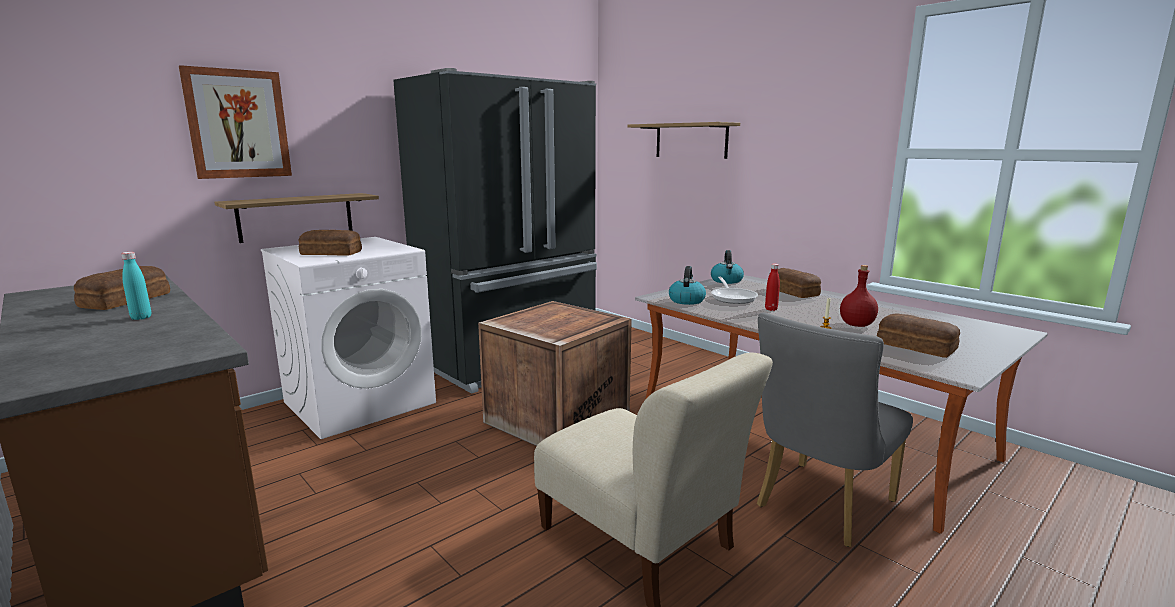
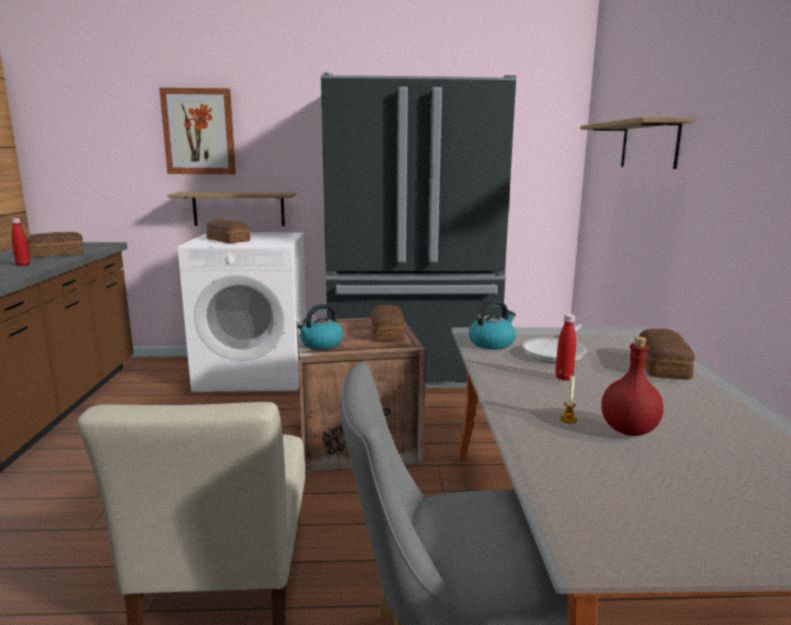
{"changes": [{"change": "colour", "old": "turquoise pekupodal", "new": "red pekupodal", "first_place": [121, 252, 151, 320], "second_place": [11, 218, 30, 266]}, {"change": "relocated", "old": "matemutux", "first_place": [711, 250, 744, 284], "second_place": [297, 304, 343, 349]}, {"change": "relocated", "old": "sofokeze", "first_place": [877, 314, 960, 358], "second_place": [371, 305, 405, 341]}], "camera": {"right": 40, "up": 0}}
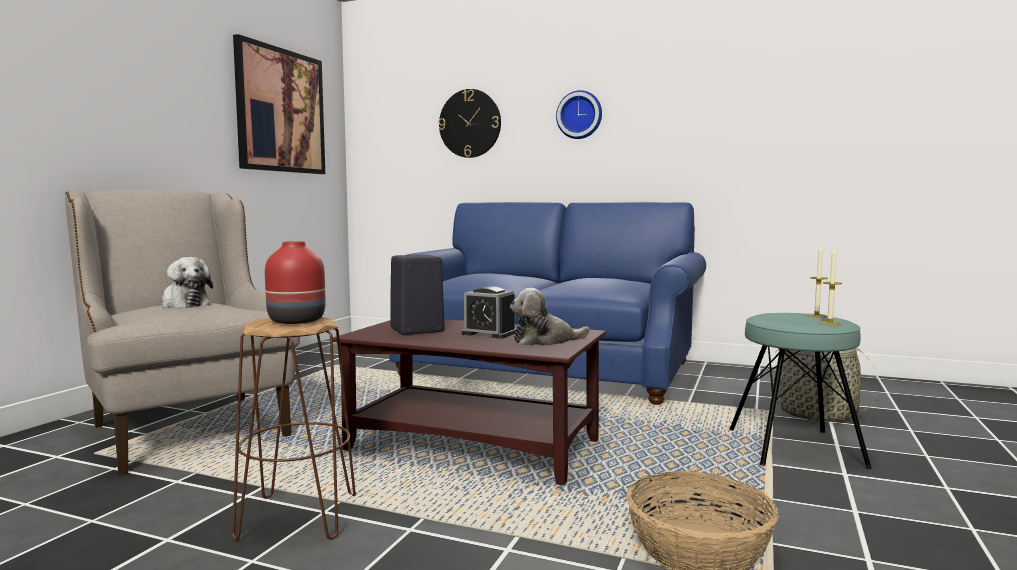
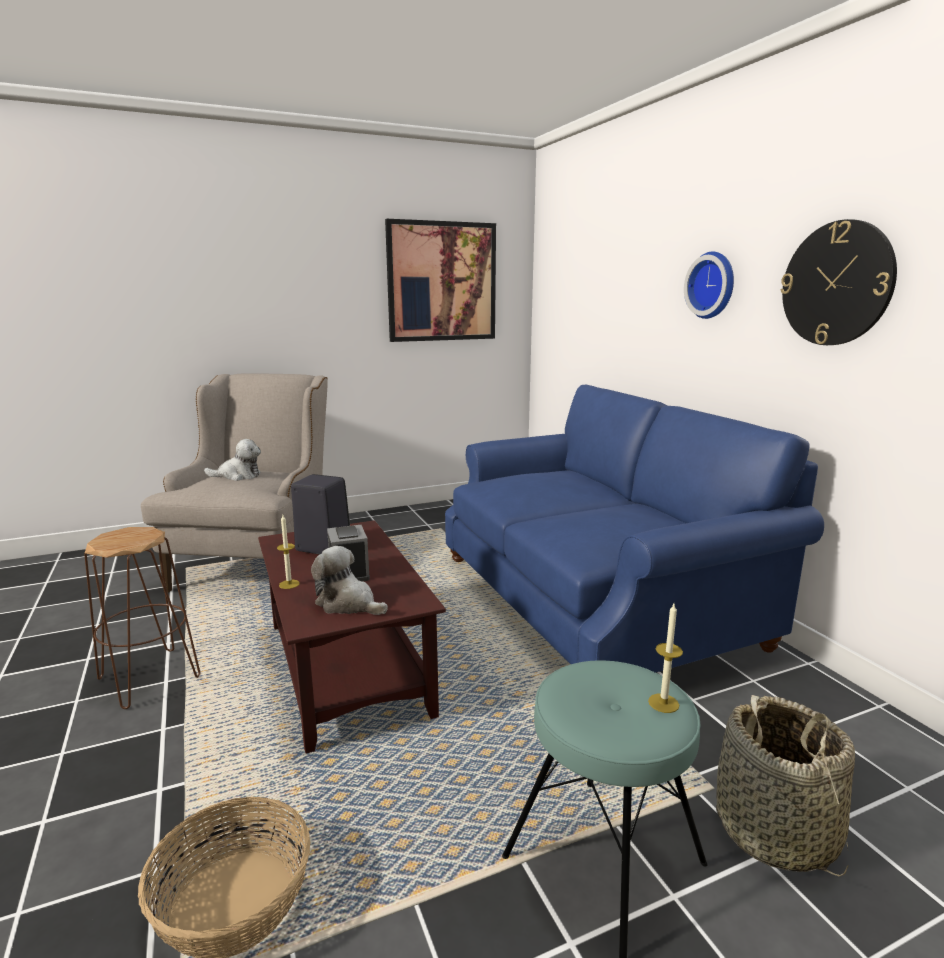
{"changes": [{"change": "spun", "old": "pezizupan", "first_place": [162, 257, 213, 308], "second_place": [204, 439, 261, 481], "degrees": -90}, {"change": "missing", "old": "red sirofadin", "first_place": [265, 241, 325, 324]}, {"change": "relocated", "old": "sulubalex", "first_place": [438, 89, 501, 158], "second_place": [780, 219, 897, 345]}, {"change": "relocated", "old": "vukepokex", "first_place": [819, 248, 842, 325], "second_place": [277, 515, 300, 589]}], "camera": {"right": 45, "up": 10}}
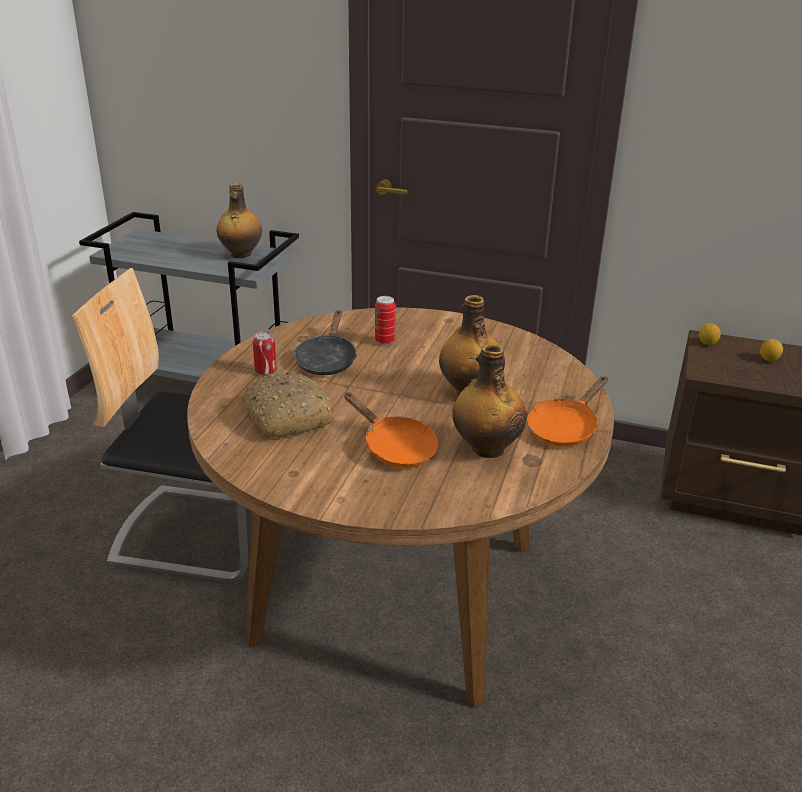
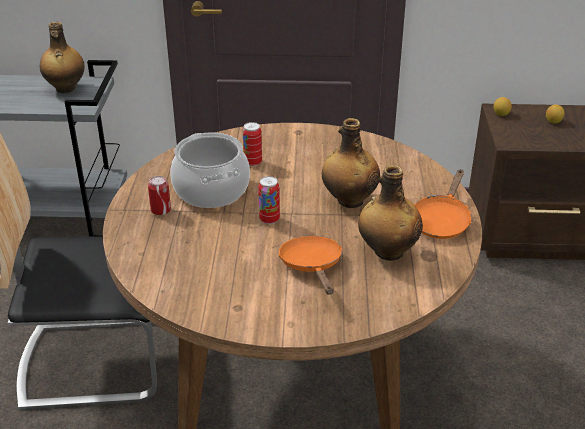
{"changes": [{"change": "missing", "old": "sofokeze", "first_place": [242, 372, 333, 438]}, {"change": "exchanged", "old": "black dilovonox", "new": "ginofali", "first_place": [294, 310, 357, 375], "second_place": [171, 132, 250, 208]}, {"change": "spun", "old": "orange dilovonox", "first_place": [344, 392, 438, 468], "second_place": [278, 236, 342, 295], "degrees": -135}, {"change": "appeared", "new": "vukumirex", "second_place": [258, 176, 280, 224]}], "camera": {"right": -15, "up": 5}}
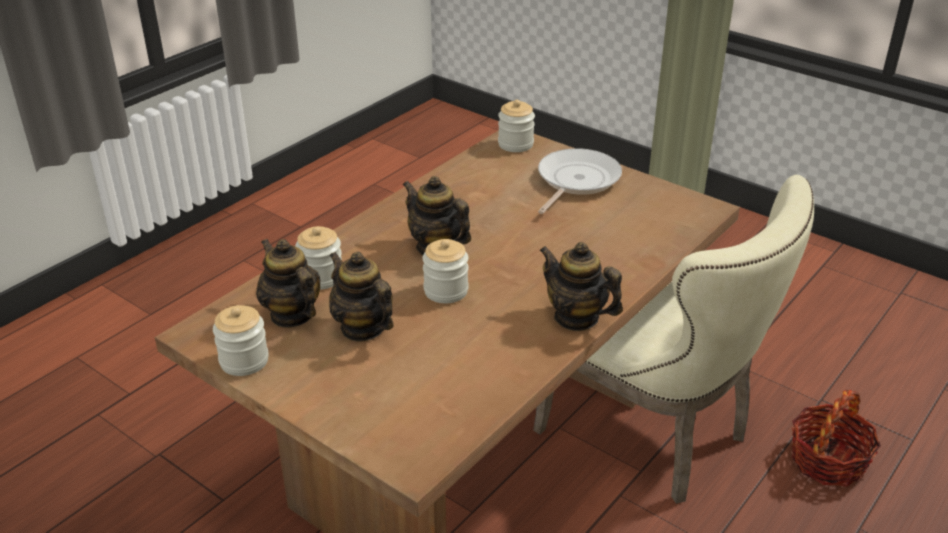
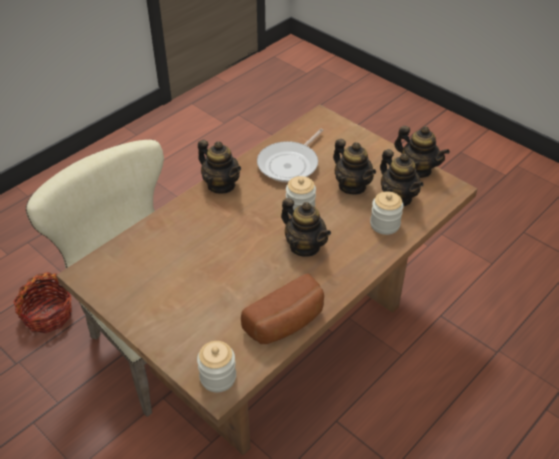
{"changes": [{"change": "exchanged", "old": "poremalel", "new": "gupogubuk", "first_place": [213, 305, 269, 376], "second_place": [394, 126, 450, 178]}, {"change": "relocated", "old": "dilovonox", "first_place": [538, 148, 622, 214], "second_place": [257, 129, 323, 183]}, {"change": "appeared", "new": "sofokeze", "second_place": [241, 274, 324, 344]}], "camera": {"right": -175, "up": 10}}
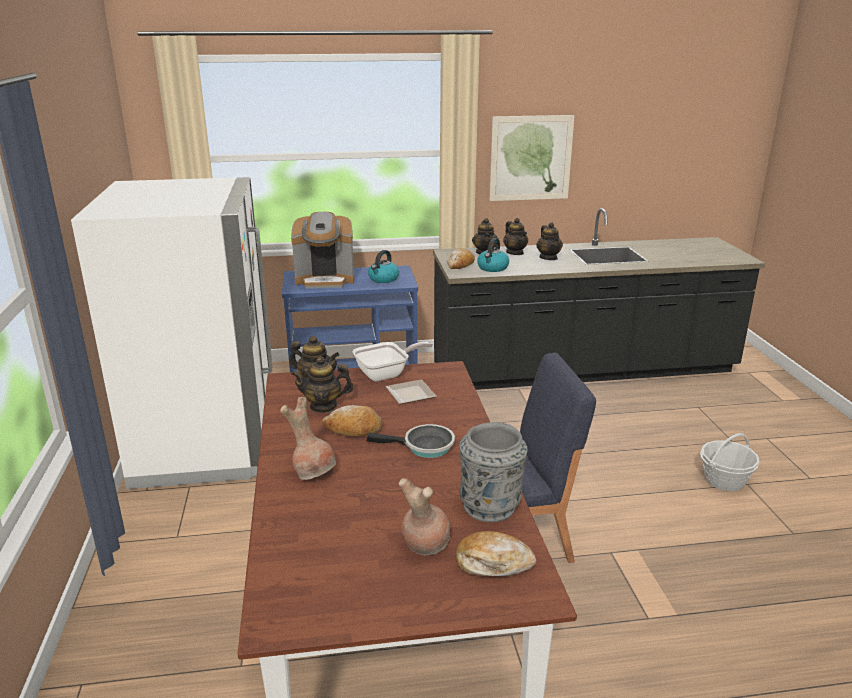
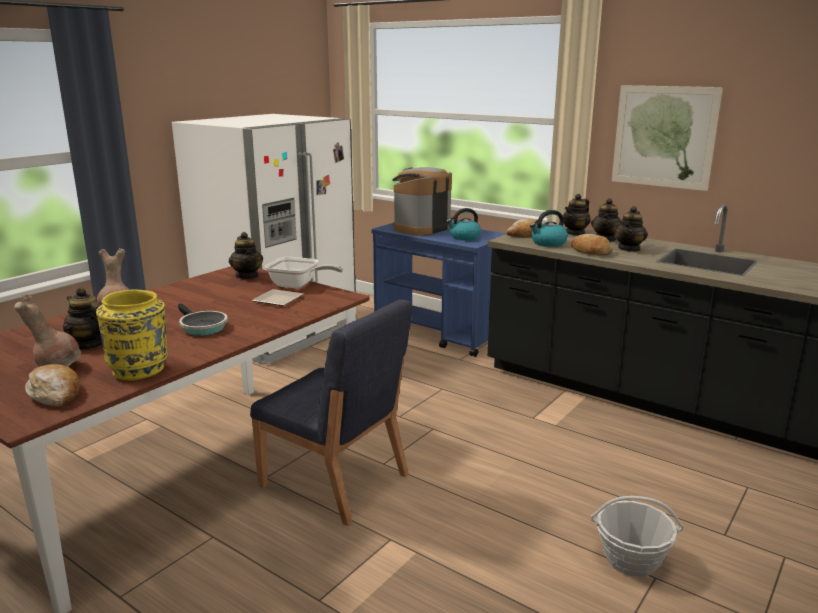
{"changes": [{"change": "spun", "old": "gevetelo", "first_place": [291, 212, 354, 289], "second_place": [392, 167, 452, 236], "degrees": 90}, {"change": "relocated", "old": "gupogubuk", "first_place": [291, 356, 354, 413], "second_place": [63, 287, 102, 350]}, {"change": "relocated", "old": "sofokeze", "first_place": [322, 405, 382, 437], "second_place": [571, 234, 613, 255]}, {"change": "colour", "old": "grey sirofadin", "new": "yellow sirofadin", "first_place": [459, 422, 528, 522], "second_place": [96, 289, 168, 381]}], "camera": {"right": 45, "up": -5}}
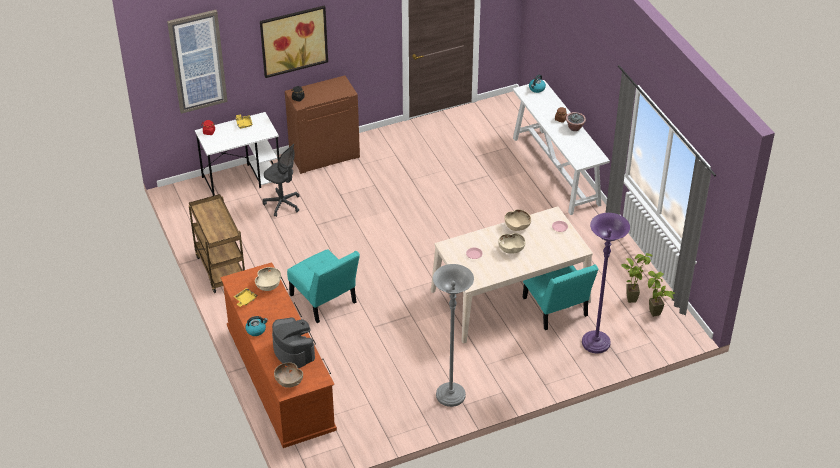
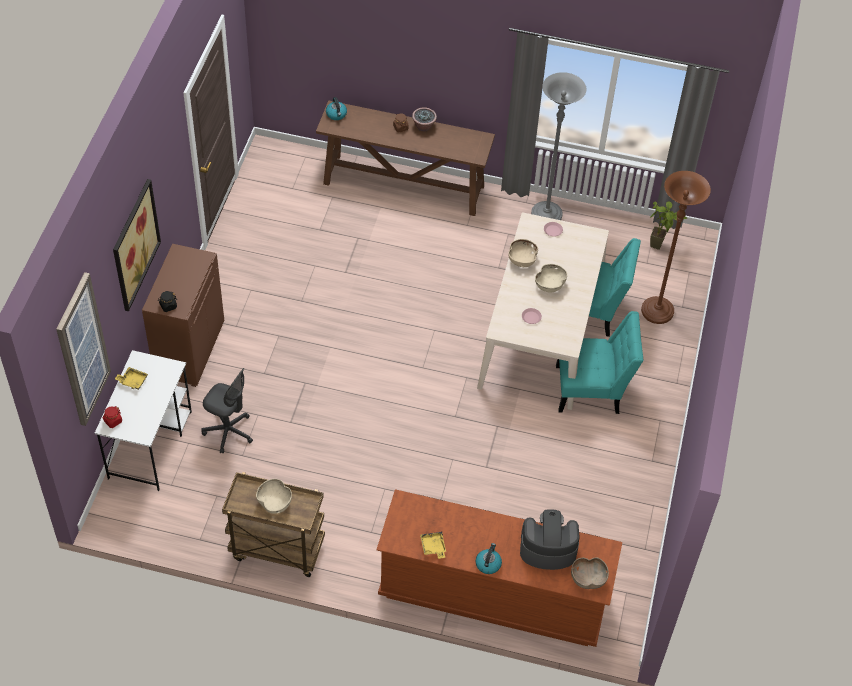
{"changes": [{"change": "relocated", "old": "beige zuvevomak", "first_place": [255, 267, 281, 291], "second_place": [256, 479, 292, 514]}, {"change": "spun", "old": "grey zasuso", "first_place": [263, 144, 300, 217], "second_place": [201, 368, 253, 454], "degrees": 45}, {"change": "relocated", "old": "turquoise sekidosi", "first_place": [287, 249, 360, 323], "second_place": [556, 311, 643, 414]}, {"change": "relocated", "old": "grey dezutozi", "first_place": [433, 264, 474, 407], "second_place": [531, 72, 586, 220]}, {"change": "colour", "old": "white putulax", "new": "brown putulax", "first_place": [513, 80, 610, 215], "second_place": [316, 100, 495, 216]}, {"change": "colour", "old": "purple dezutozi", "new": "brown dezutozi", "first_place": [582, 213, 630, 353], "second_place": [641, 171, 711, 324]}, {"change": "missing", "old": "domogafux", "first_place": [622, 253, 653, 303]}], "camera": {"right": -55, "up": 10}}
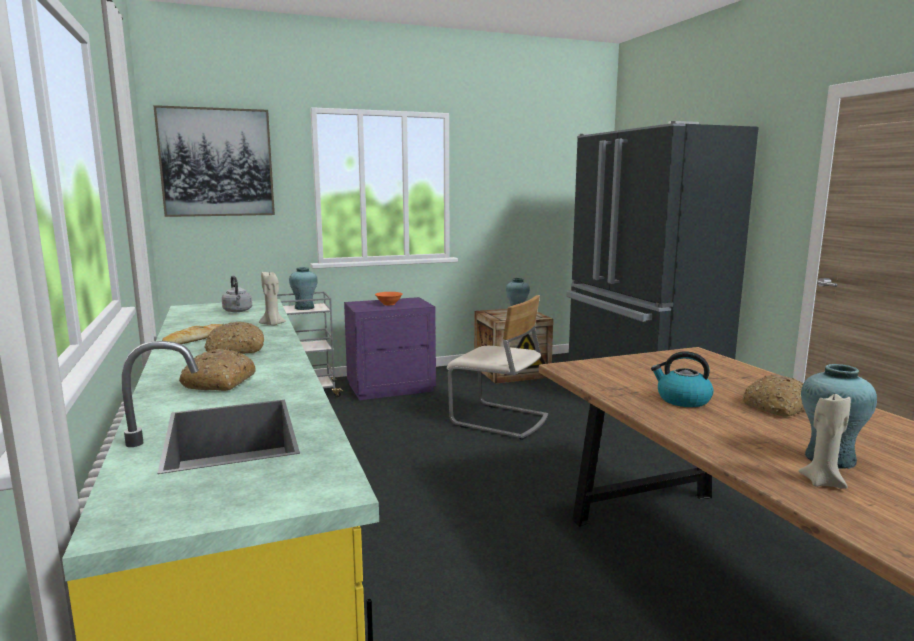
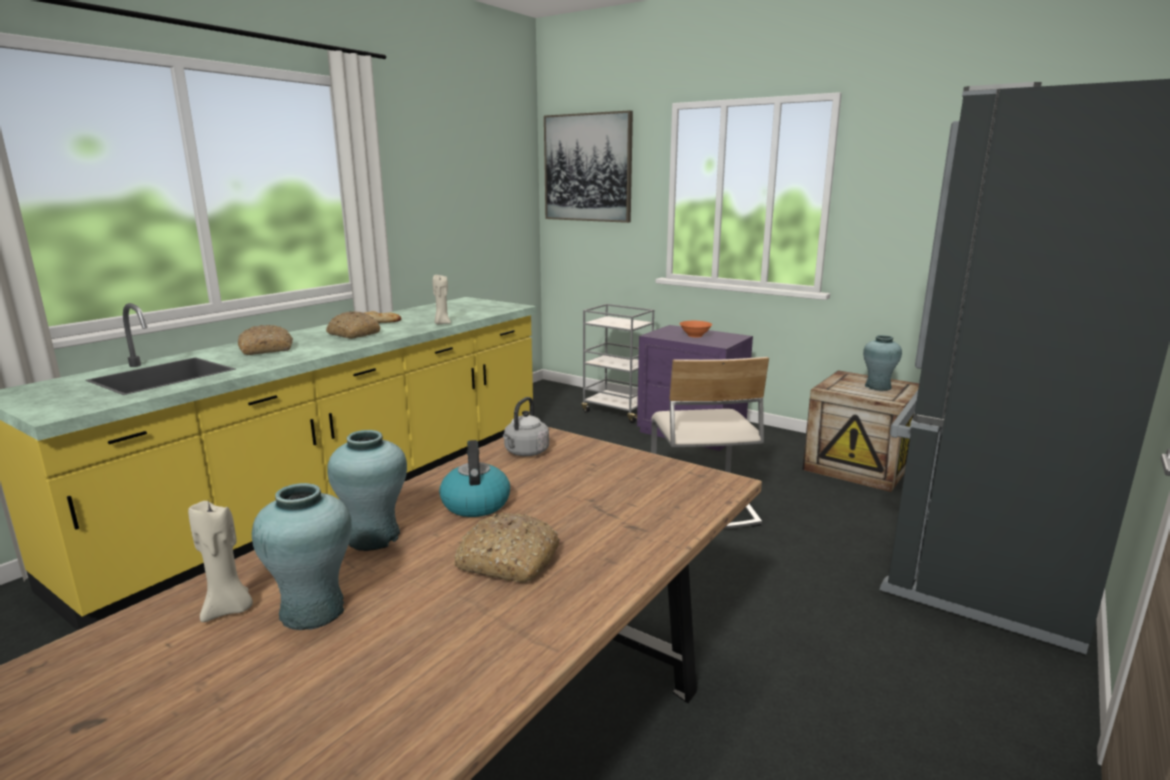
{"changes": [{"change": "relocated", "old": "grey matemutux", "first_place": [222, 276, 252, 312], "second_place": [503, 397, 549, 456]}, {"change": "relocated", "old": "turquoise sirofadin", "first_place": [289, 267, 318, 310], "second_place": [327, 430, 407, 551]}], "camera": {"right": 55, "up": 5}}
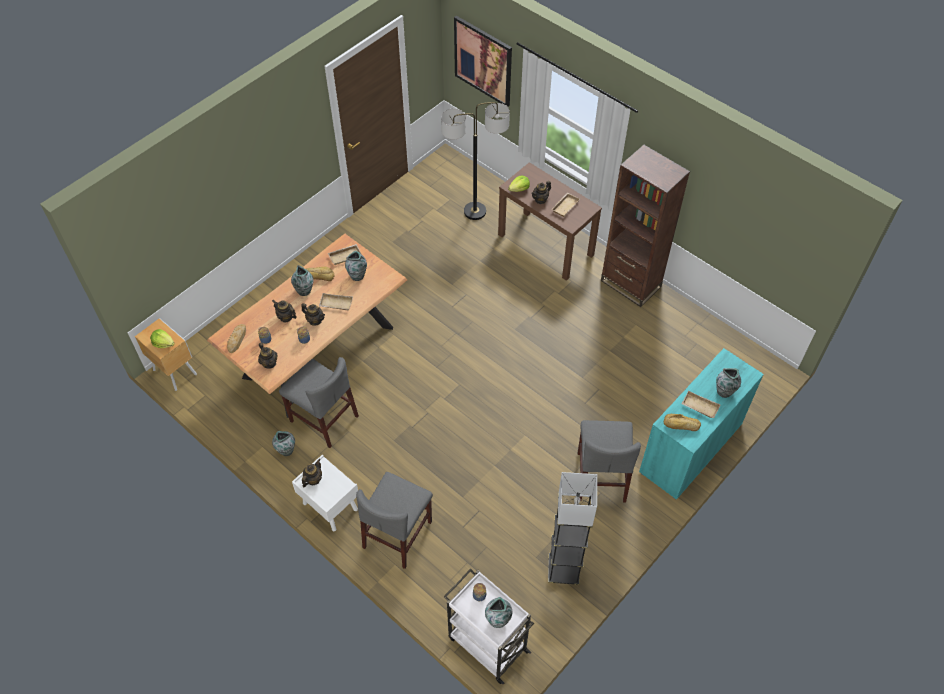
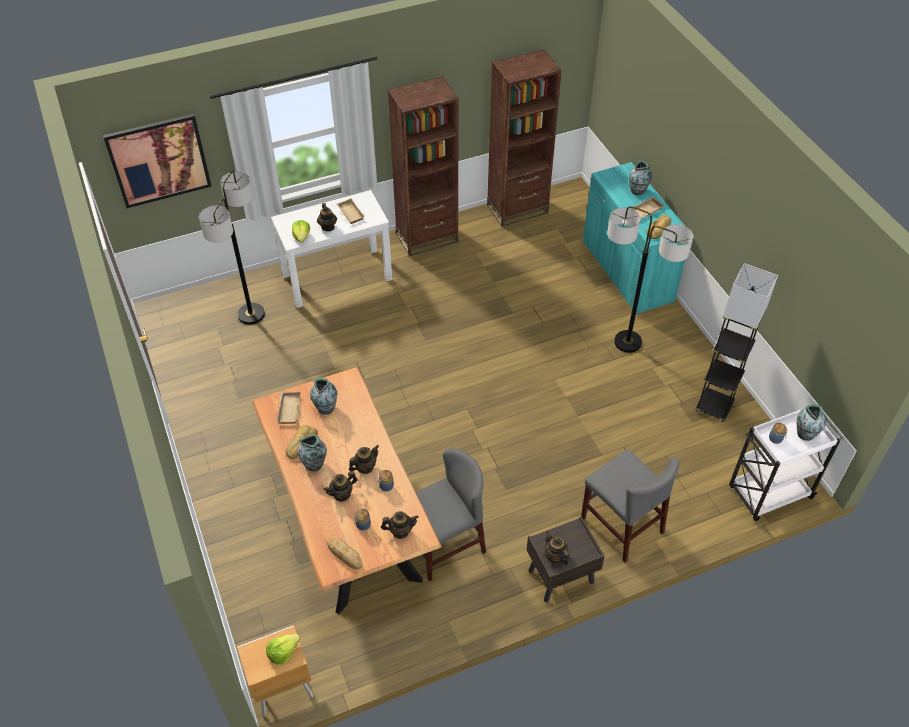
{"changes": [{"change": "missing", "old": "sirofadin", "first_place": [272, 431, 295, 456]}, {"change": "colour", "old": "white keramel", "new": "brown keramel", "first_place": [292, 455, 358, 531], "second_place": [527, 516, 605, 602]}, {"change": "missing", "old": "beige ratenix", "first_place": [319, 293, 353, 310]}, {"change": "colour", "old": "brown putulax", "new": "white putulax", "first_place": [498, 162, 602, 281], "second_place": [271, 190, 392, 308]}, {"change": "exchanged", "old": "grey sekidosi", "new": "dezutozi", "first_place": [578, 420, 641, 502], "second_place": [607, 206, 693, 353]}, {"change": "appeared", "new": "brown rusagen", "second_place": [487, 49, 562, 227]}], "camera": {"right": -65, "up": -5}}
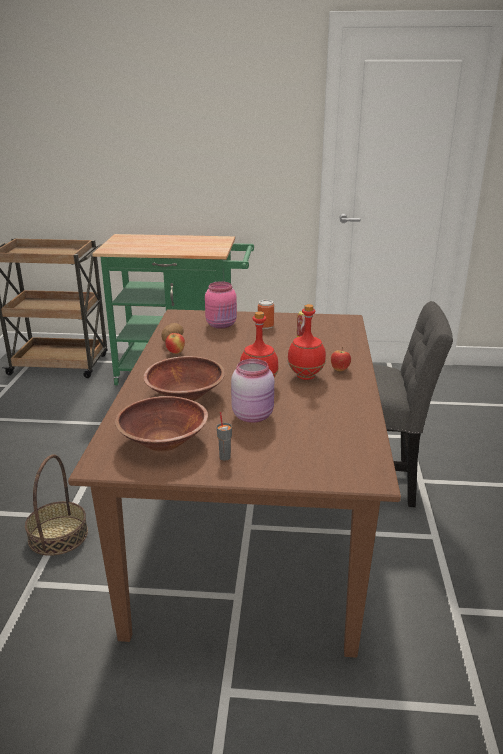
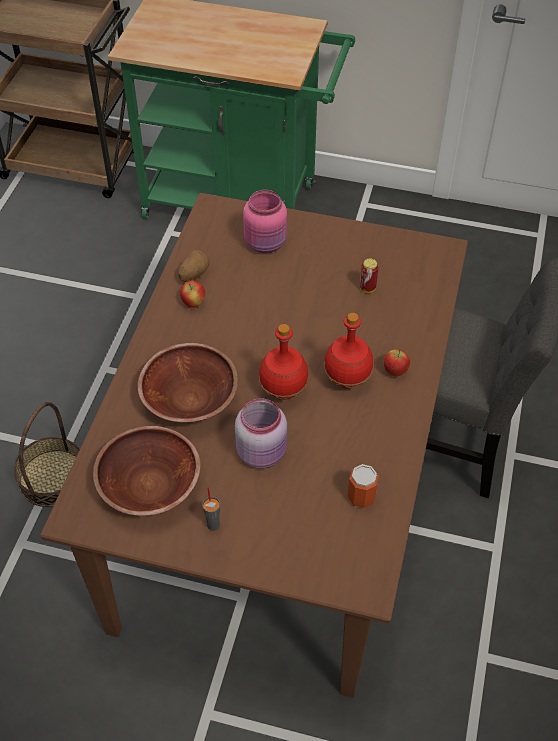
{"changes": [{"change": "relocated", "old": "vukumirex", "first_place": [258, 300, 274, 329], "second_place": [348, 464, 379, 508]}], "camera": {"right": 10, "up": 25}}
